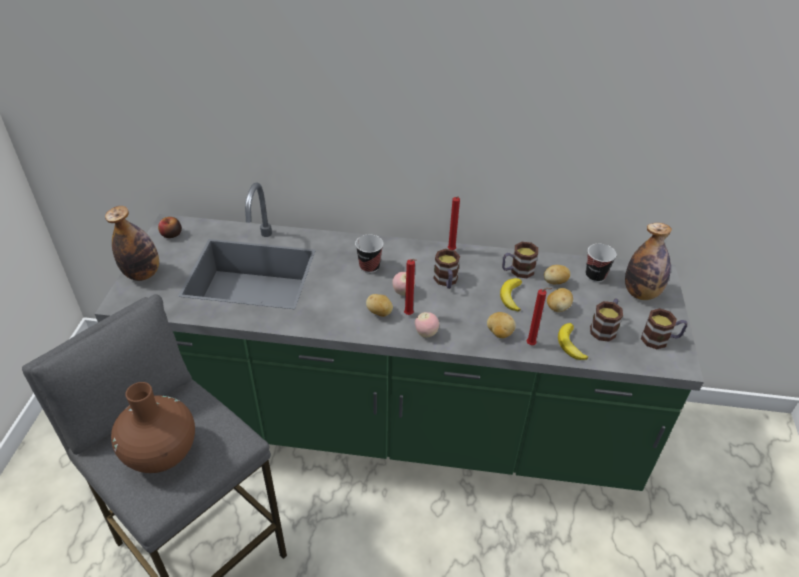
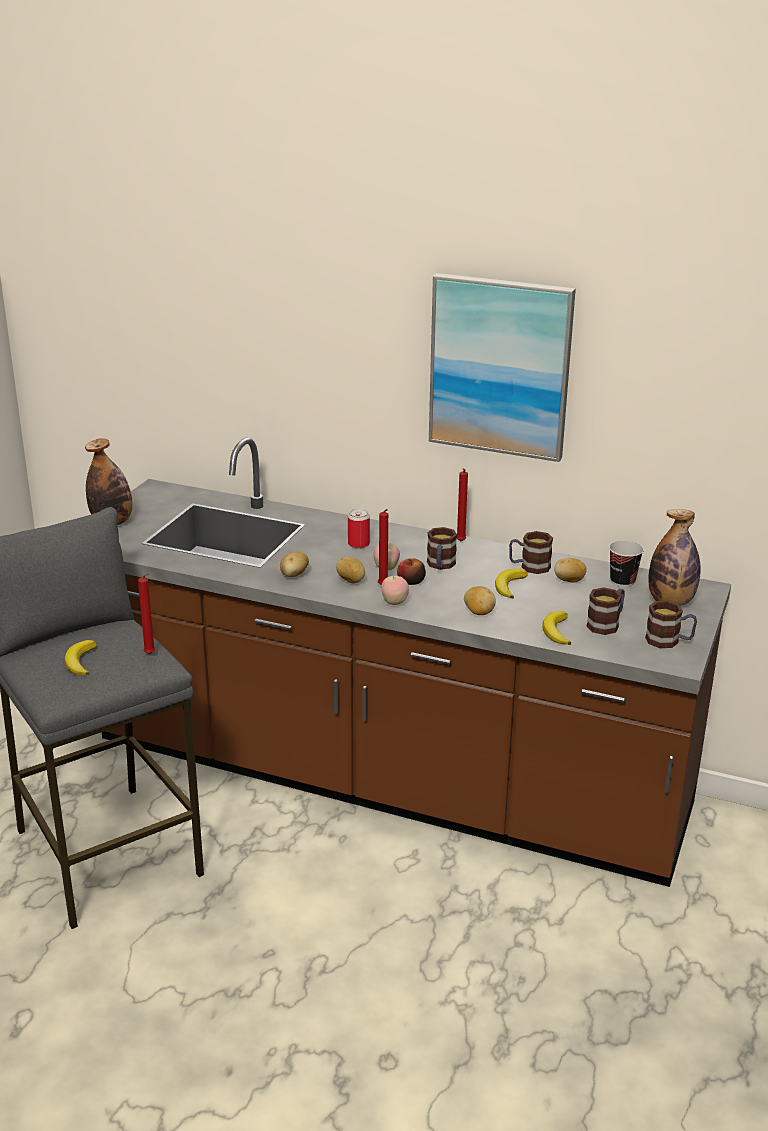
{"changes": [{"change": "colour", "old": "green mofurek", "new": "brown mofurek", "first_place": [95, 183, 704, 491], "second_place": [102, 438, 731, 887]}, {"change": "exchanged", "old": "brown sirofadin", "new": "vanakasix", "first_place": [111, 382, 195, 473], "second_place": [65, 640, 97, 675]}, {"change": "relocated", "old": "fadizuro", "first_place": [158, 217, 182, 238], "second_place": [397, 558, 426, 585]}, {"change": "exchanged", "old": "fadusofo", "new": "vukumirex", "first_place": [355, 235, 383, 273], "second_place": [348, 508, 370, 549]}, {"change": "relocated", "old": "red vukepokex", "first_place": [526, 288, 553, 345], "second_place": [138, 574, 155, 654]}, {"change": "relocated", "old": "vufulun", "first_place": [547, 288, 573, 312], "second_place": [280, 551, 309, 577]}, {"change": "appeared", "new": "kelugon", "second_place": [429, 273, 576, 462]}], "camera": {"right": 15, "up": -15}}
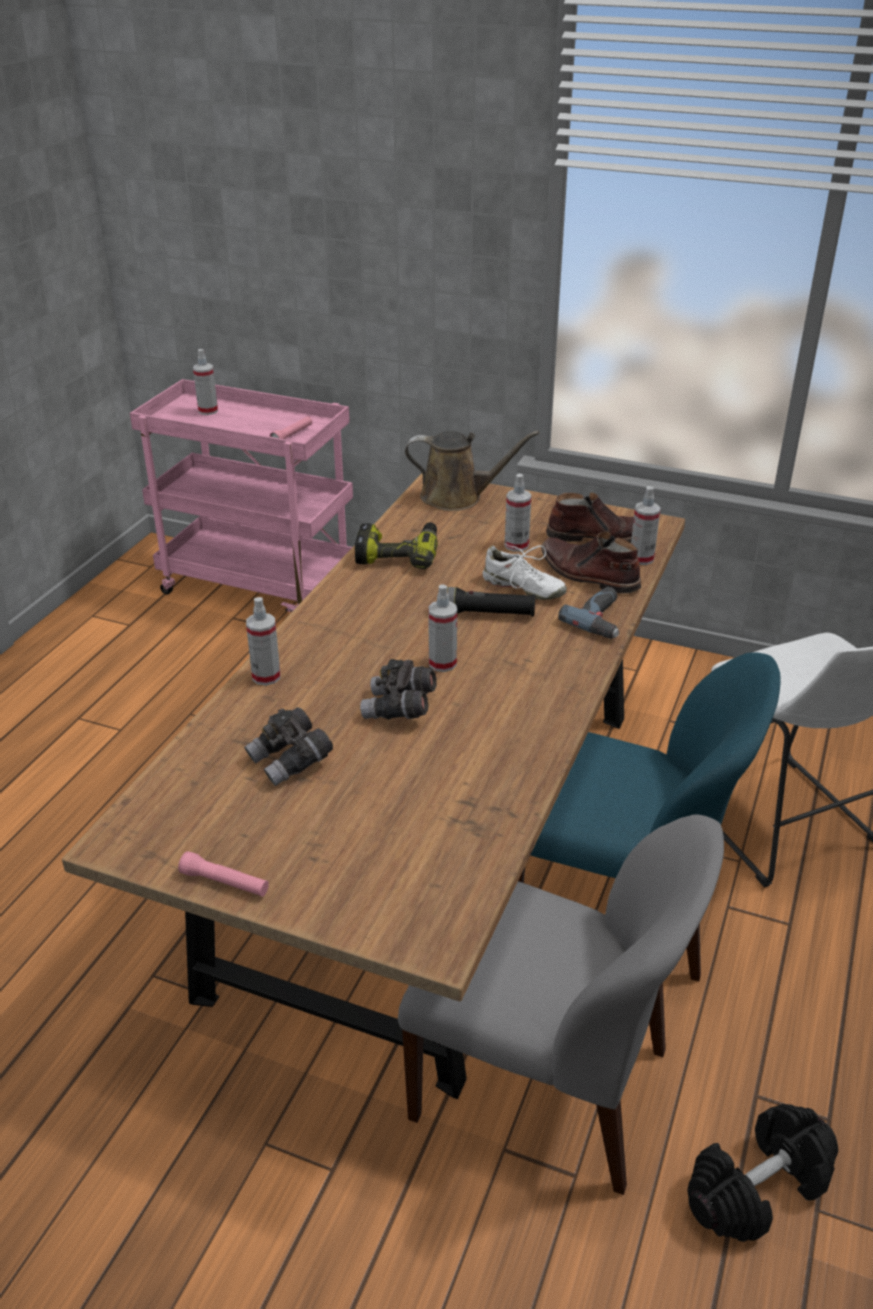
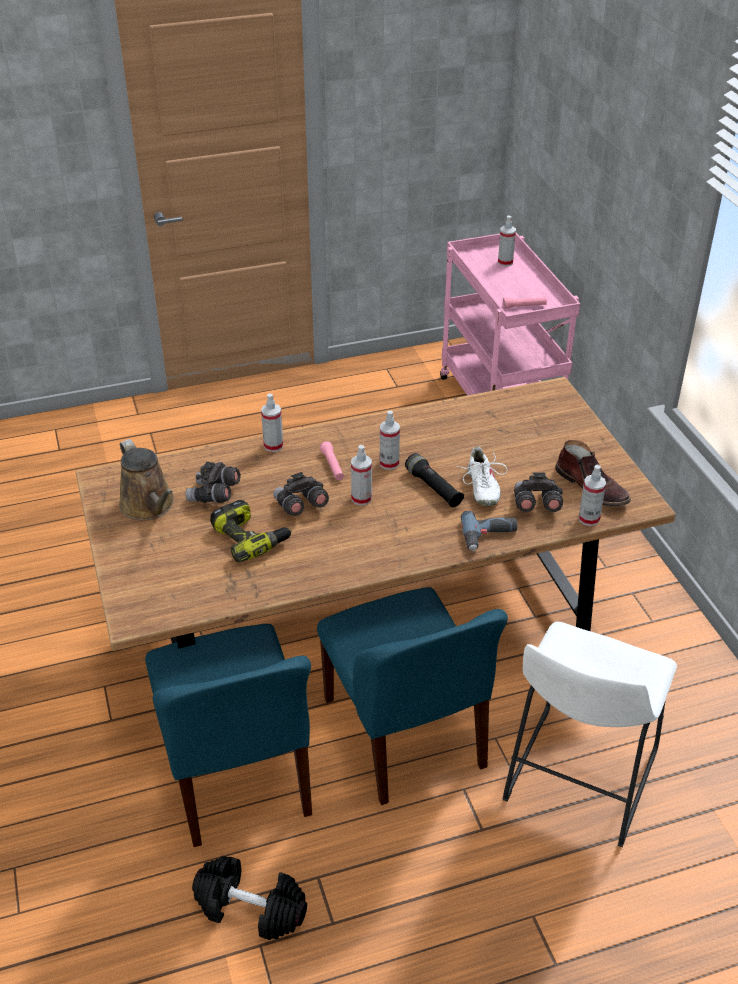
{"changes": [{"change": "relocated", "old": "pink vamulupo", "first_place": [178, 851, 269, 897], "second_place": [320, 441, 344, 480]}, {"change": "relocated", "old": "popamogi", "first_place": [355, 522, 438, 569], "second_place": [210, 500, 292, 562]}, {"change": "colour", "old": "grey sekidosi", "new": "blue sekidosi", "first_place": [398, 814, 724, 1195], "second_place": [145, 624, 312, 847]}, {"change": "relocated", "old": "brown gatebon", "first_place": [405, 431, 539, 511], "second_place": [119, 439, 174, 520]}, {"change": "relocated", "old": "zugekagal", "first_place": [505, 474, 532, 552], "second_place": [380, 411, 400, 470]}, {"change": "exchanged", "old": "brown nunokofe", "new": "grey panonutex", "first_place": [541, 532, 641, 594], "second_place": [514, 473, 563, 512]}], "camera": {"right": 50, "up": 5}}
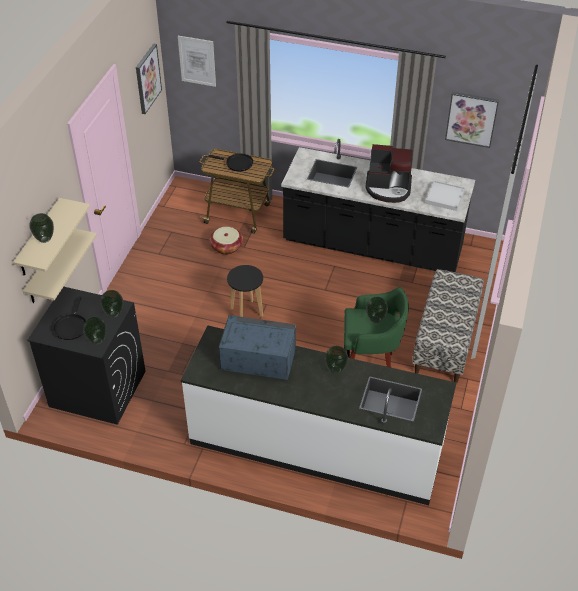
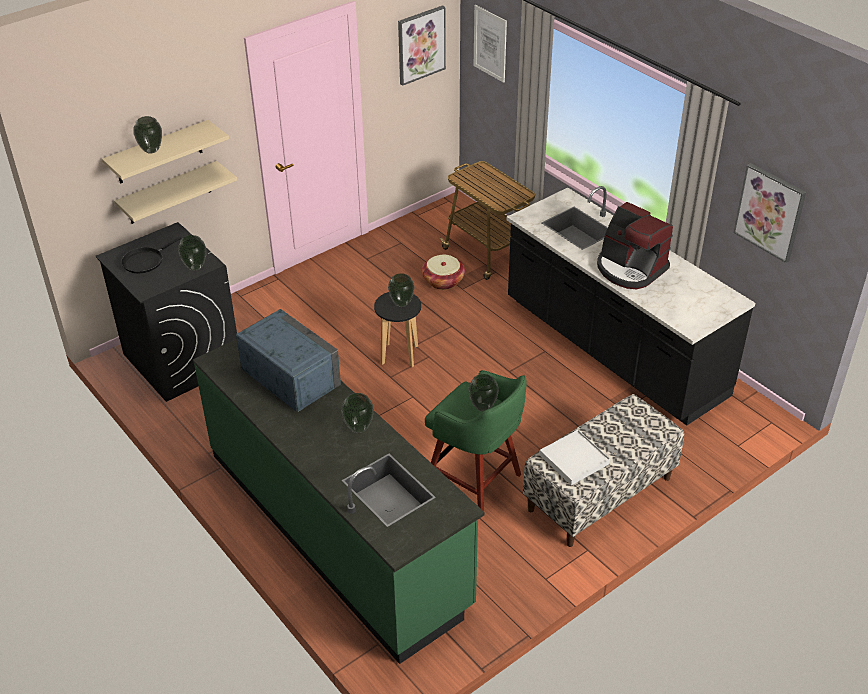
{"changes": [{"change": "relocated", "old": "sirofadin", "first_place": [83, 317, 107, 345], "second_place": [388, 273, 414, 307]}, {"change": "colour", "old": "white mofurek", "new": "green mofurek", "first_place": [181, 325, 456, 505], "second_place": [193, 339, 485, 664]}, {"change": "missing", "old": "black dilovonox", "first_place": [208, 153, 253, 172]}, {"change": "relocated", "old": "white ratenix", "first_place": [425, 181, 465, 211], "second_place": [539, 430, 610, 485]}], "camera": {"right": 35, "up": -5}}
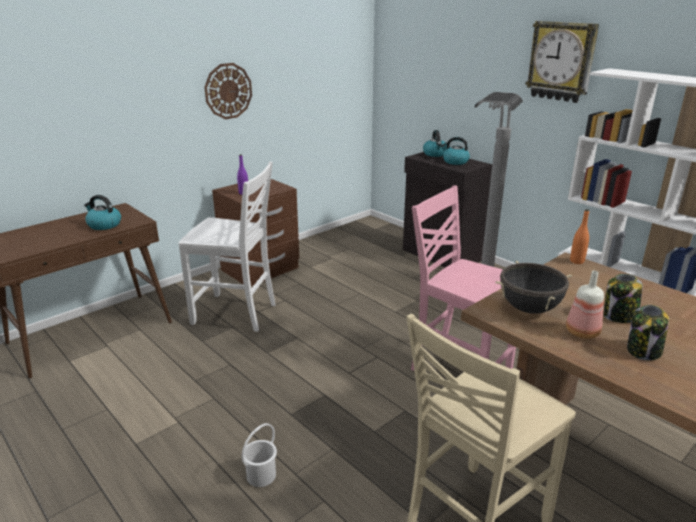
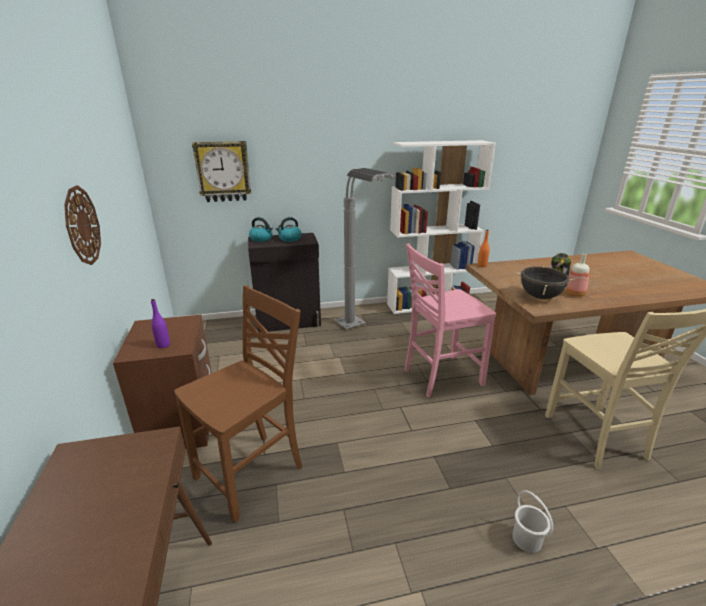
{"changes": [{"change": "missing", "old": "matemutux", "first_place": [84, 195, 121, 230]}, {"change": "colour", "old": "white sekidosi", "new": "brown sekidosi", "first_place": [178, 162, 275, 332], "second_place": [174, 285, 302, 523]}, {"change": "relocated", "old": "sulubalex", "first_place": [525, 21, 599, 103], "second_place": [192, 141, 251, 202]}, {"change": "missing", "old": "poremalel", "first_place": [627, 305, 669, 361]}], "camera": {"right": -60, "up": 0}}
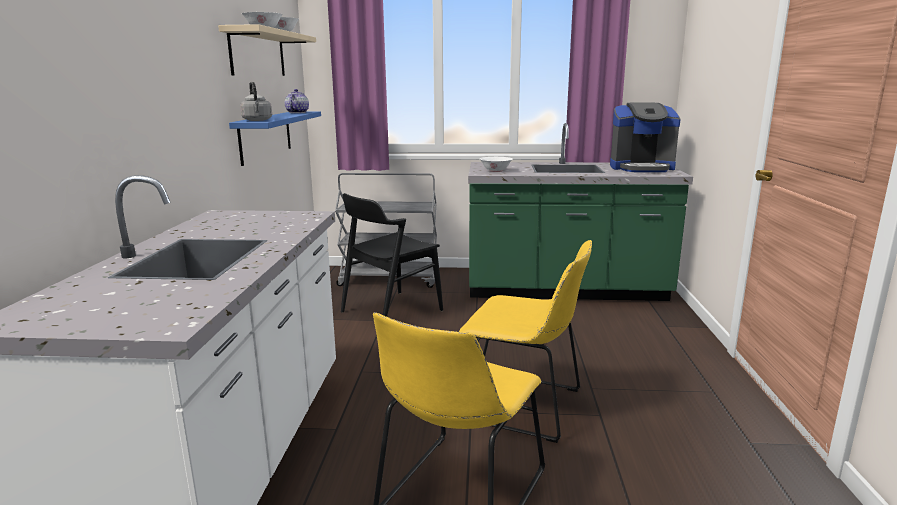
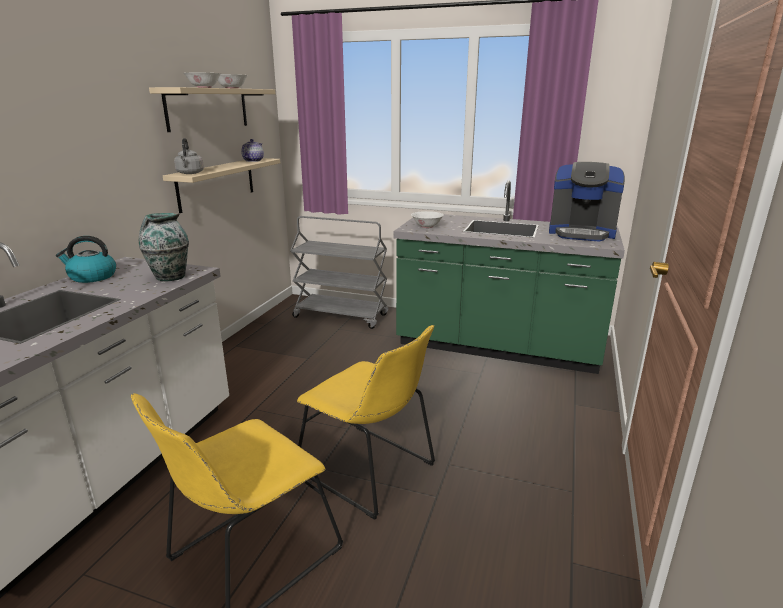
{"changes": [{"change": "colour", "old": "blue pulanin", "new": "beige pulanin", "first_place": [229, 111, 321, 166], "second_place": [163, 158, 280, 213]}, {"change": "missing", "old": "black sekidosi", "first_place": [341, 193, 443, 317]}, {"change": "appeared", "new": "matemutux", "second_place": [56, 236, 116, 283]}, {"change": "appeared", "new": "sirofadin", "second_place": [139, 213, 189, 281]}], "camera": {"right": 15, "up": 5}}
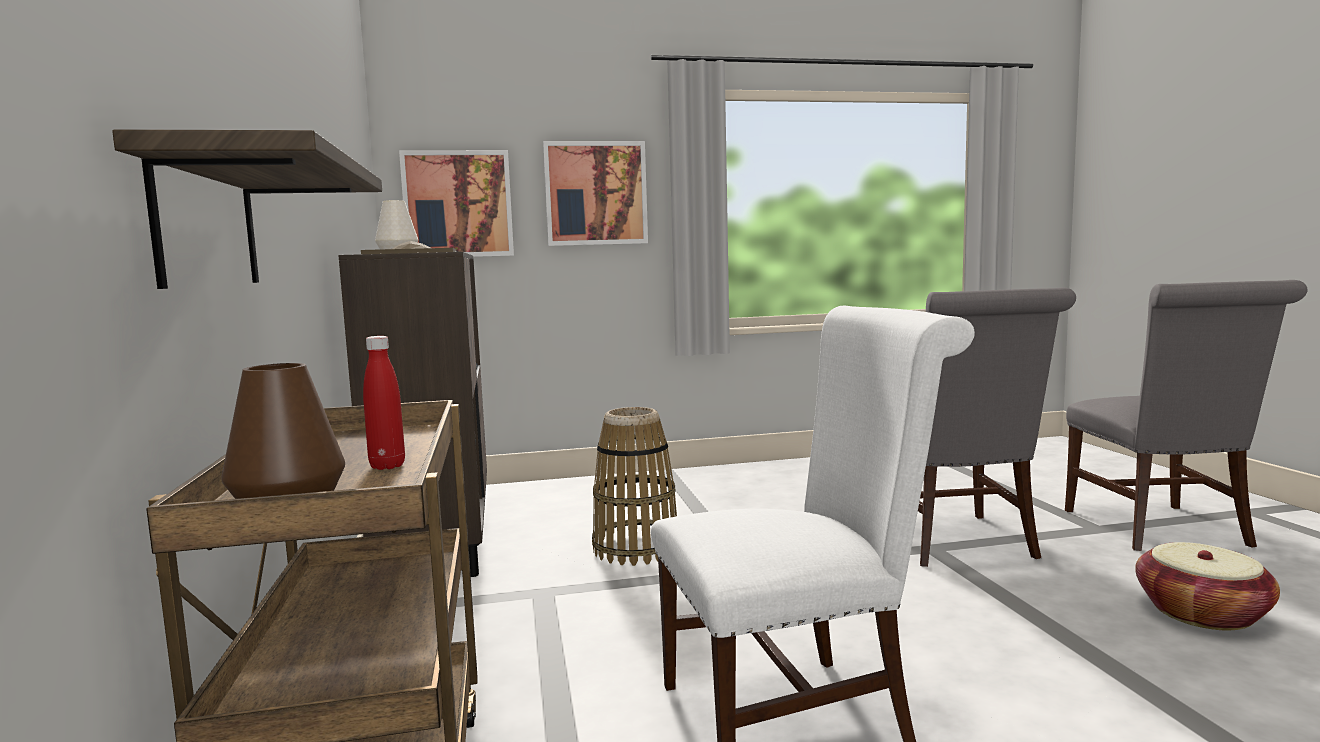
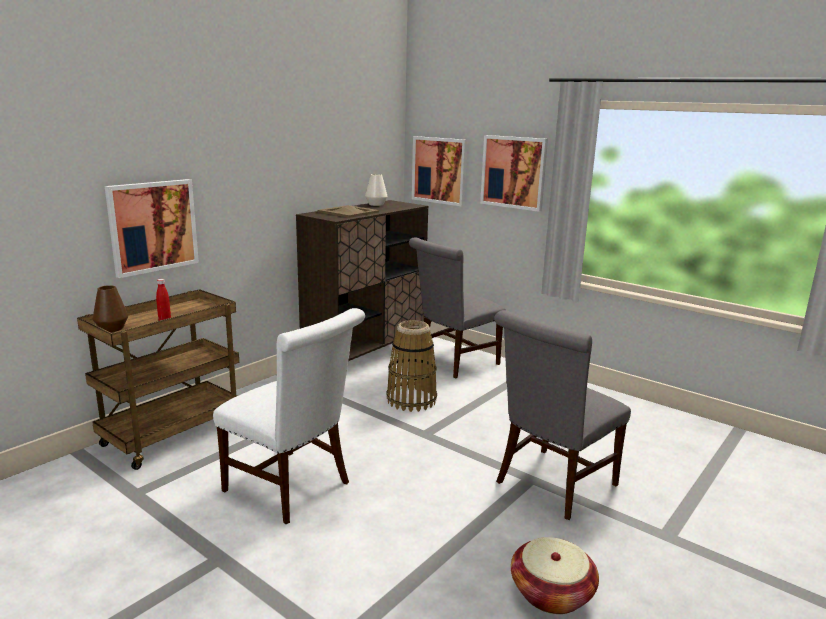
{"changes": [{"change": "exchanged", "old": "pulanin", "new": "kelugon", "first_place": [112, 129, 382, 289], "second_place": [105, 179, 199, 278]}, {"change": "relocated", "old": "grey sekidosi", "first_place": [1065, 280, 1308, 551], "second_place": [409, 237, 506, 378]}], "camera": {"right": 50, "up": 10}}
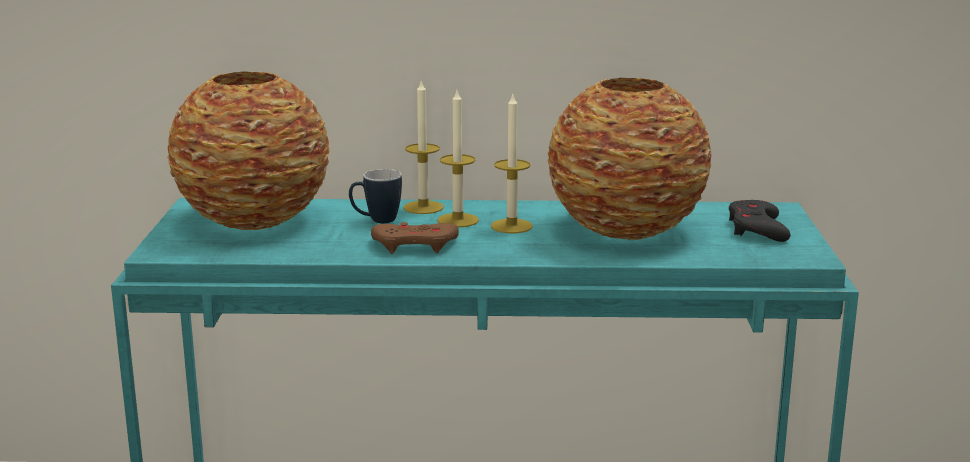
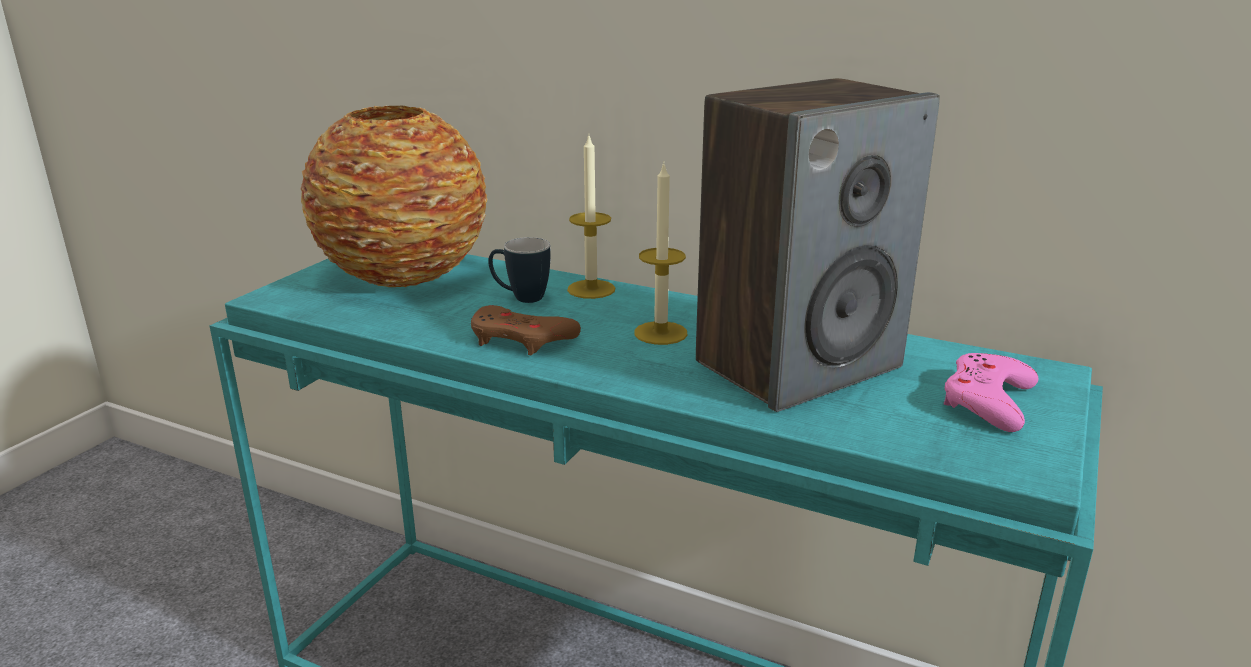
{"changes": [{"change": "missing", "old": "vukepokex", "first_place": [437, 90, 479, 227]}, {"change": "exchanged", "old": "sirofadin", "new": "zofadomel", "first_place": [547, 78, 711, 240], "second_place": [696, 78, 940, 412]}, {"change": "colour", "old": "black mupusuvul", "new": "pink mupusuvul", "first_place": [729, 200, 790, 242], "second_place": [944, 353, 1038, 432]}], "camera": {"right": 25, "up": 5}}
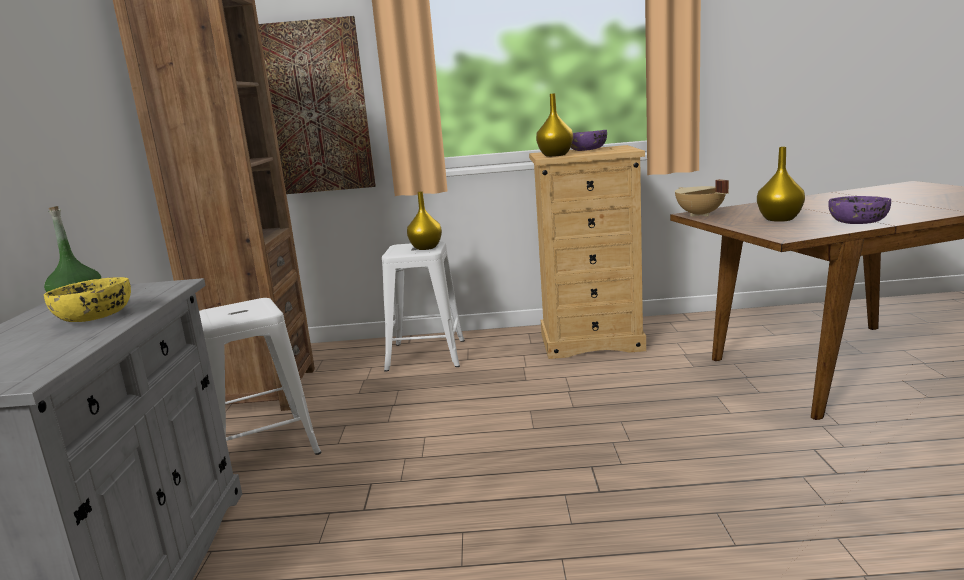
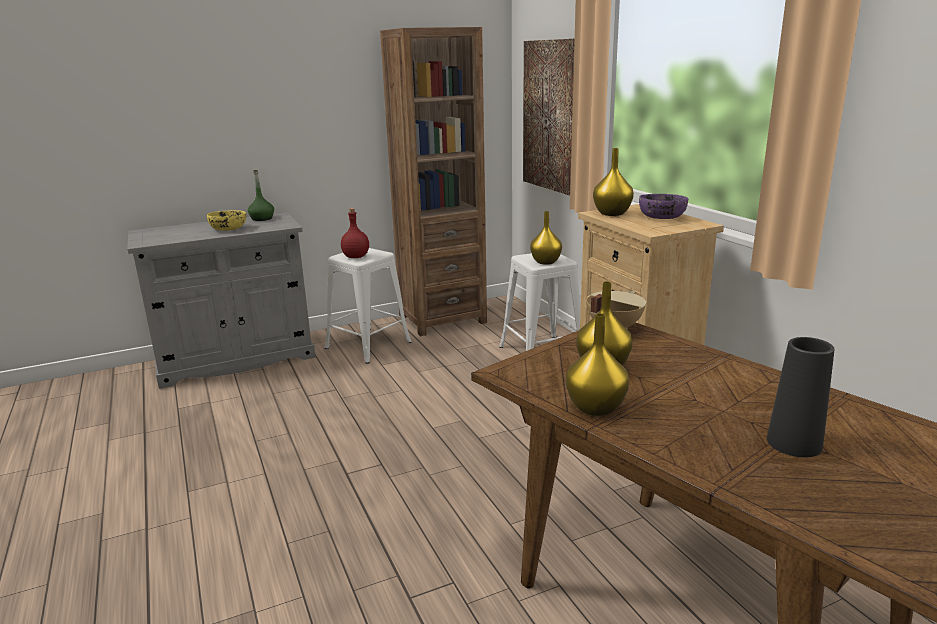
{"changes": [{"change": "exchanged", "old": "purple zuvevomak", "new": "yellow sirofadin", "first_place": [828, 196, 891, 224], "second_place": [566, 313, 629, 416]}, {"change": "appeared", "new": "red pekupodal", "second_place": [341, 208, 369, 258]}, {"change": "appeared", "new": "black sirofadin", "second_place": [767, 337, 835, 457]}], "camera": {"right": 65, "up": 5}}
